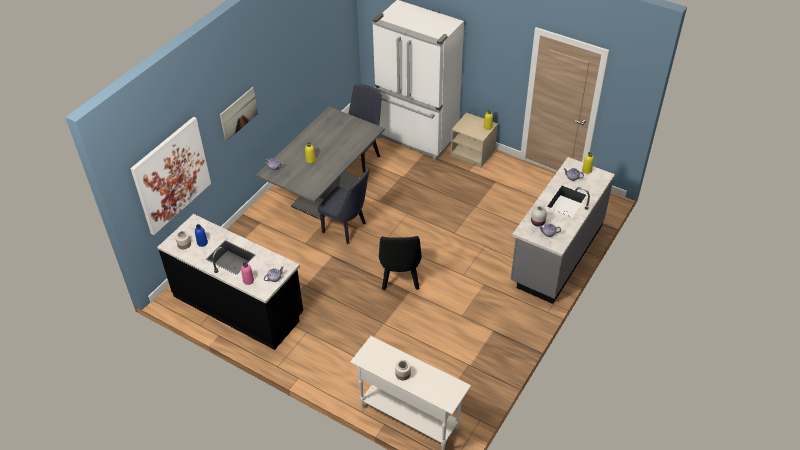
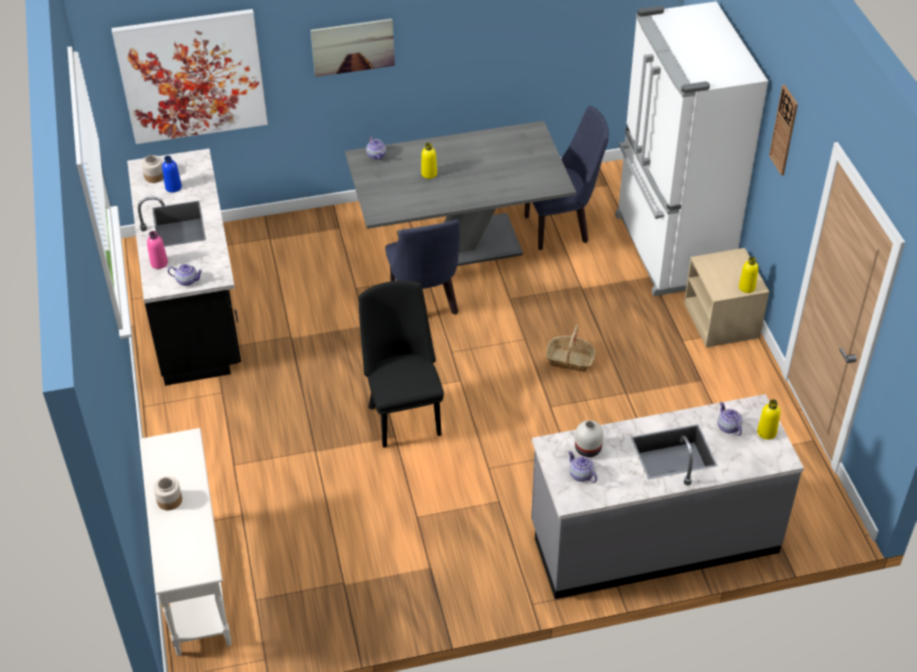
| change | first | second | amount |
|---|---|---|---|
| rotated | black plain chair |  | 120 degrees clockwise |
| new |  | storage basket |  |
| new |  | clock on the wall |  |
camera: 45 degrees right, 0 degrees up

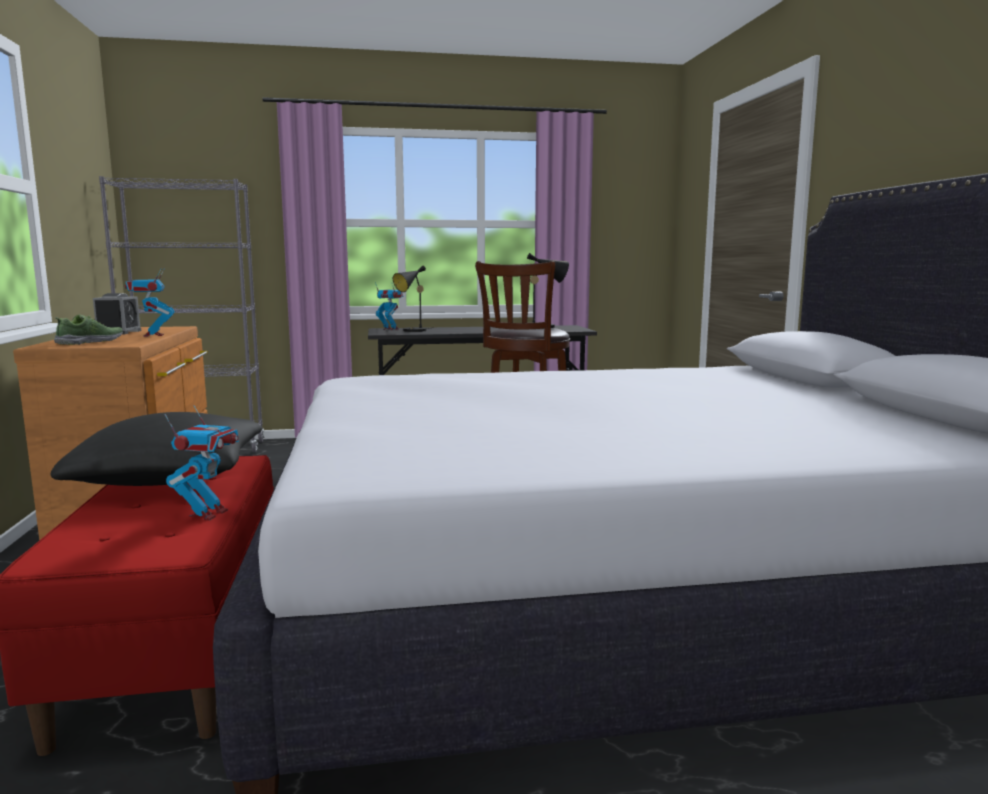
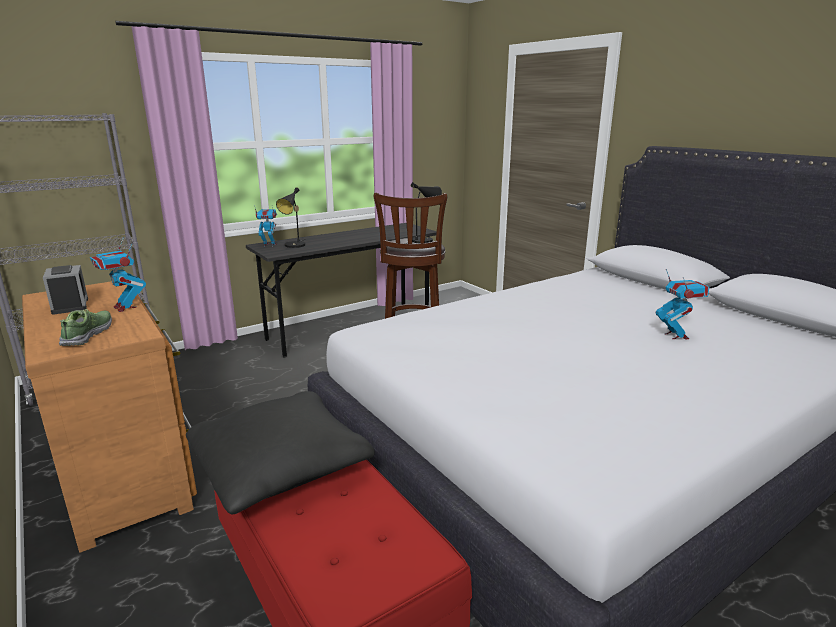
| change | first | second | amount |
|---|---|---|---|
| shifted | toy robot (no. 2 from left in the first image) | toy robot (no. 3 from left) |  |
camera: 25 degrees left, 10 degrees up

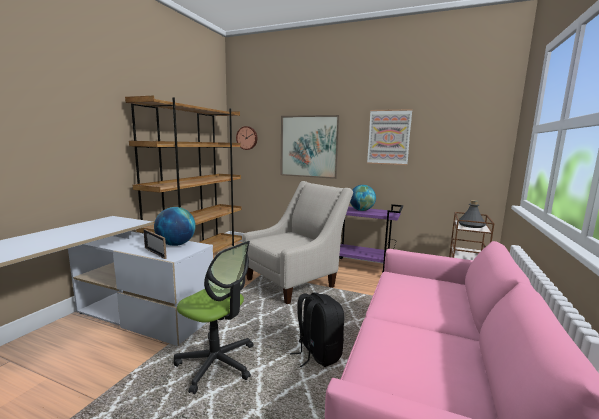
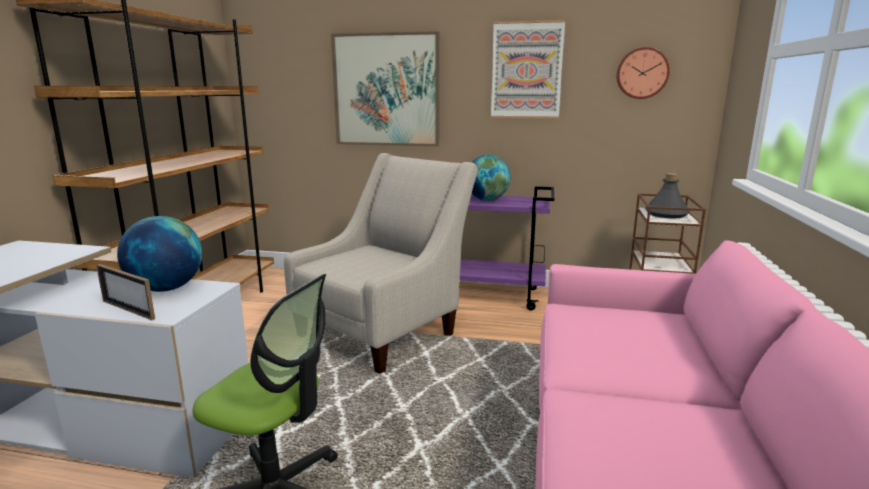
| change | first | second | amount |
|---|---|---|---|
| shifted | clock on the wall |  |  |
| gone | black knapsack |  |  |
camera: 10 degrees left, 5 degrees up

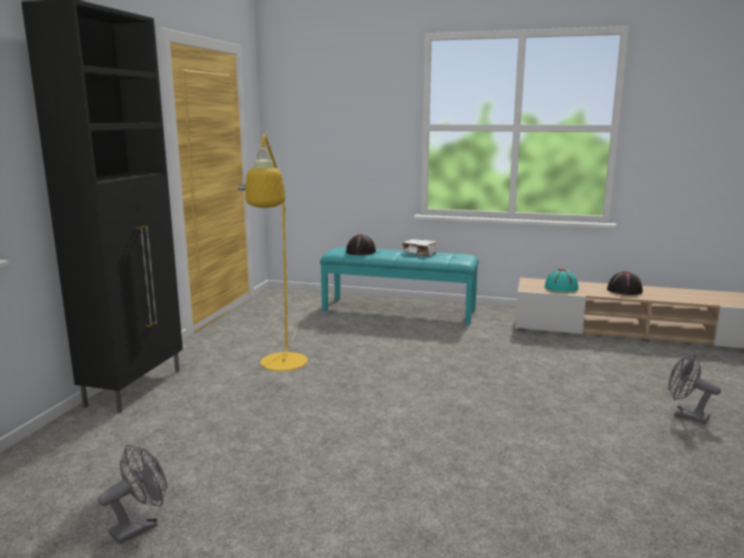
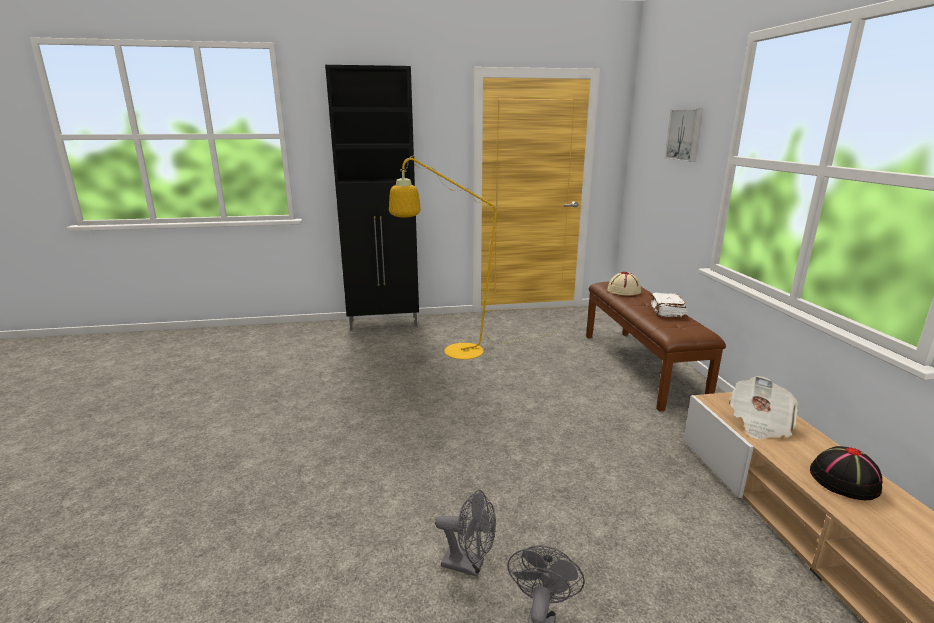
| change | first | second | amount |
|---|---|---|---|
| shifted | grey electric fan (no. 1 from left) |  |  |
| repainted | turquoise indoor bench | brown-coloured indoor bench |  |
| repainted | black clothing hat (no. 1 from left) | sand-coloured clothing hat |  |
| swapped | turquoise clothing hat | newspaper |  |
| new |  | picture |  |
camera: 65 degrees right, 5 degrees up

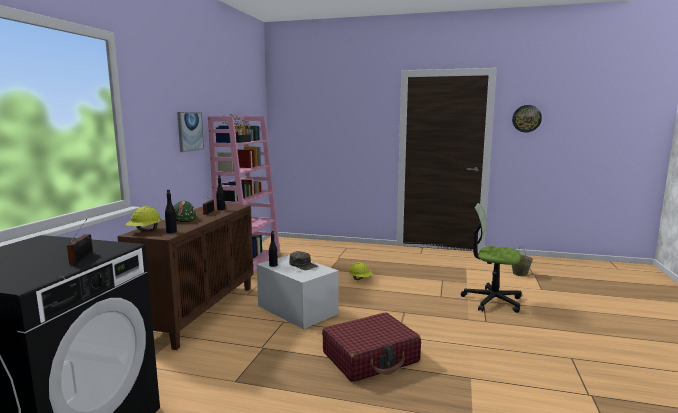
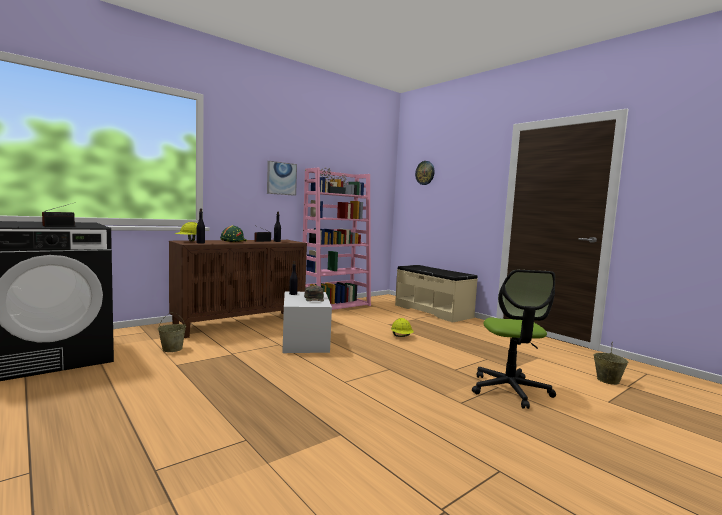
| change | first | second | amount |
|---|---|---|---|
| gone | red-coloured piece of luggage |  |  |
| rotated | computer chair |  | 150 degrees counterclockwise |
| shifted | clock on the wall |  |  |
| new |  | sand-coloured water bucket (no. 1 from left) |  |
| new |  | sand-coloured indoor bench |  |
camera: 35 degrees right, 5 degrees down

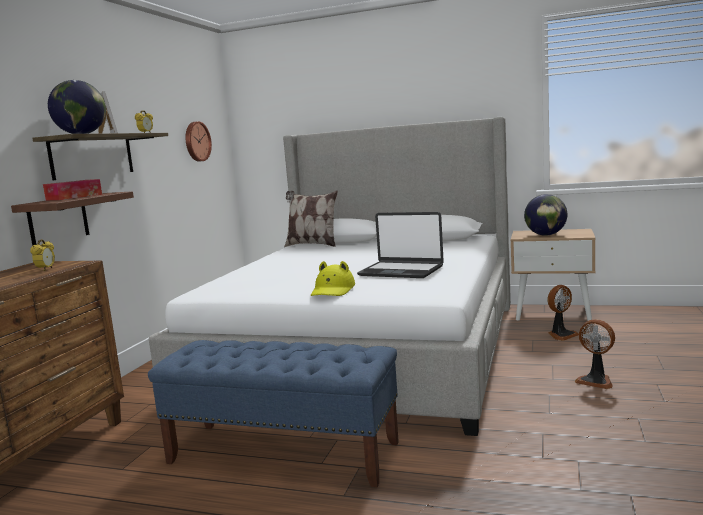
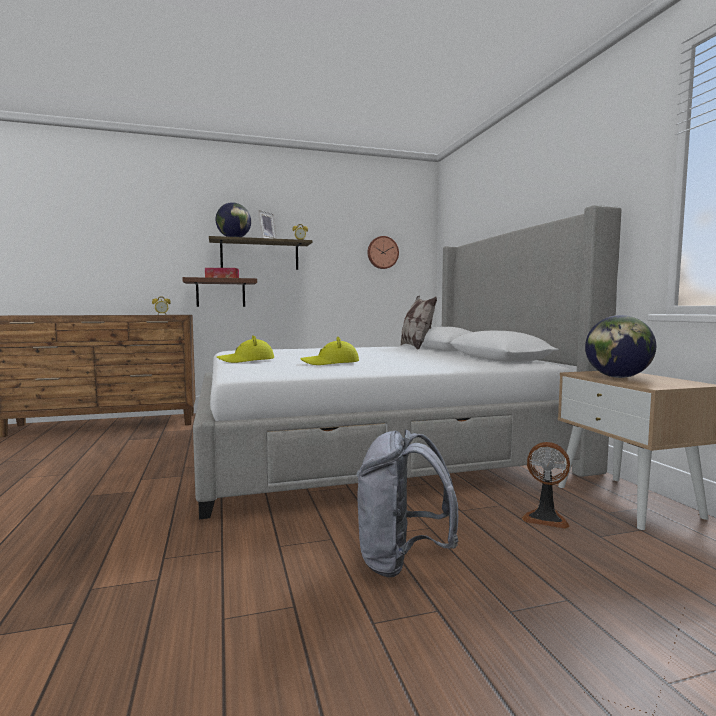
| change | first | second | amount |
|---|---|---|---|
| gone | bluish indoor bench |  |  |
| swapped | portable computer | yellow clothing hat (no. 2 from left) |  |
| swapped | electric fan (no. 2 from left) | grey knapsack |  |
camera: 55 degrees right, 5 degrees down

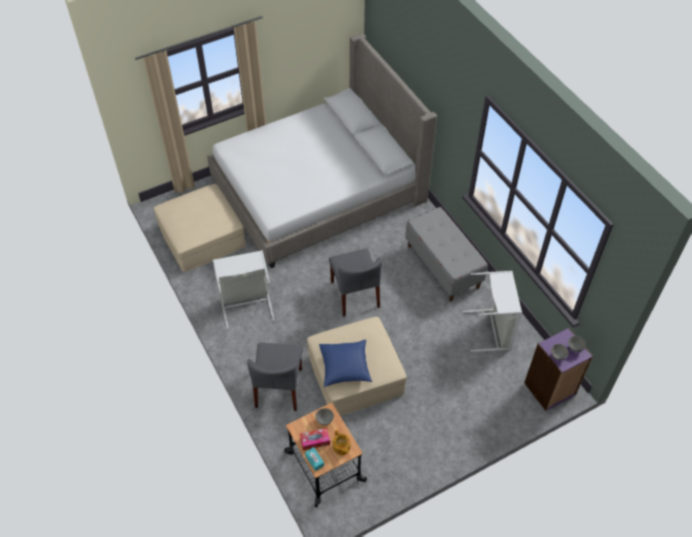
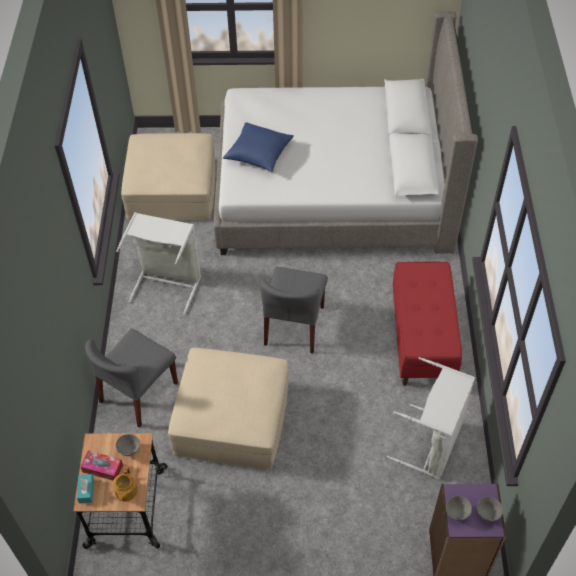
| change | first | second | amount |
|---|---|---|---|
| shifted | bluish cushion |  |  |
| repainted | grey indoor bench | red-coloured indoor bench |  |
camera: 30 degrees right, 0 degrees up

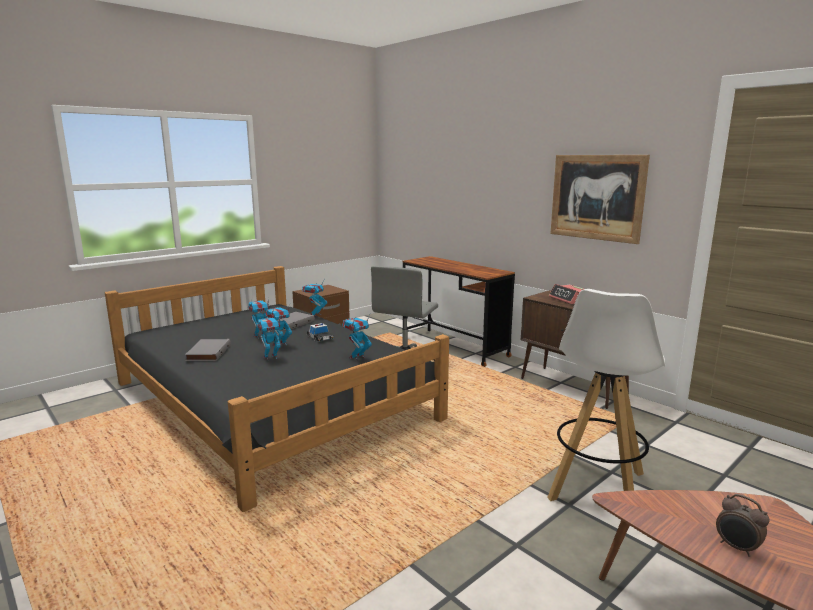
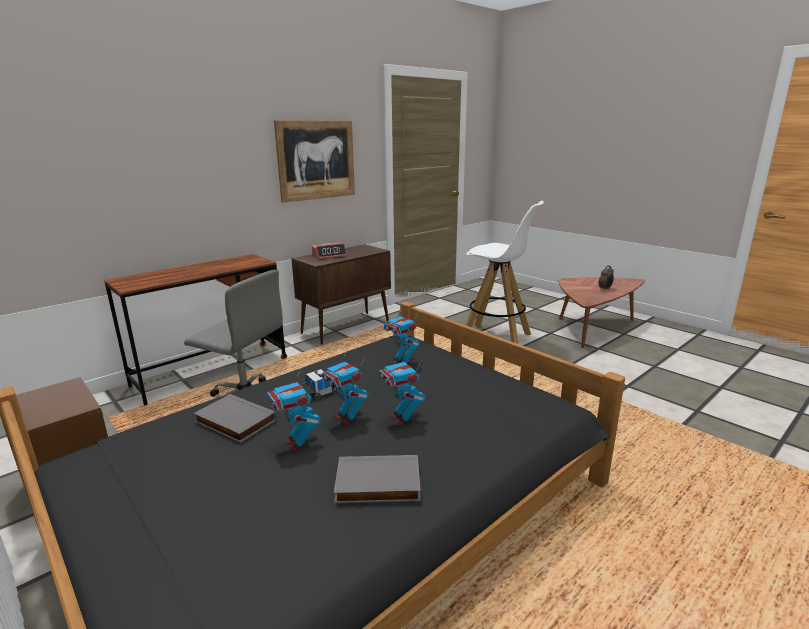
| change | first | second | amount |
|---|---|---|---|
| gone | toy robot (no. 4 from left) |  |  |
camera: 90 degrees left, 5 degrees up

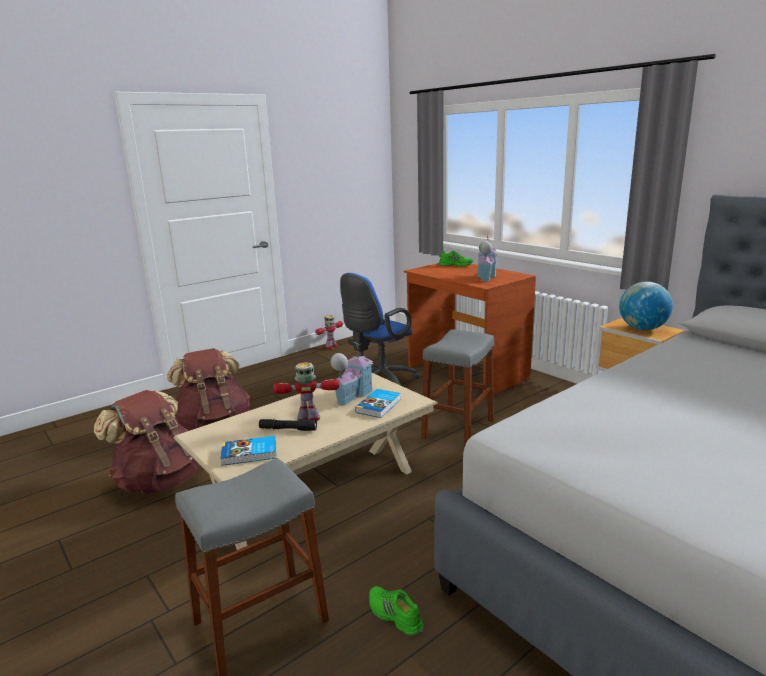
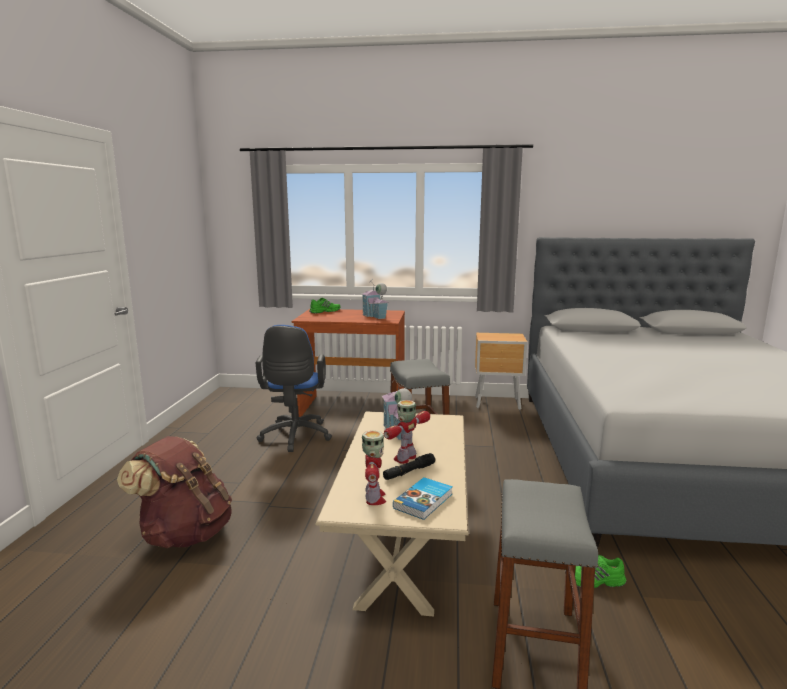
| change | first | second | amount |
|---|---|---|---|
| gone | brown-coloured knapsack (no. 1 from left) |  |  |
| shifted | toy robot (no. 2 from left in the first image) | toy robot (no. 1 from left) |  |
| gone | book (no. 2 from left) |  |  |
| gone | world globe |  |  |
camera: 45 degrees left, 5 degrees down

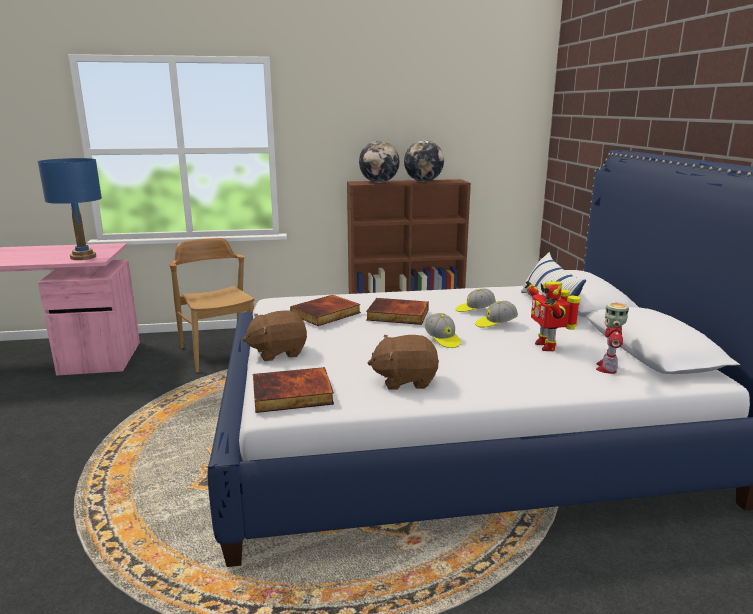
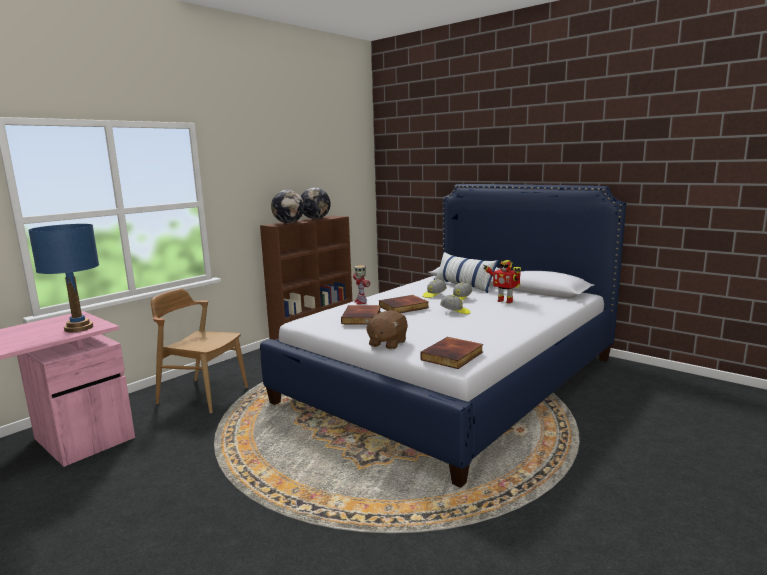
| change | first | second | amount |
|---|---|---|---|
| gone | brown-coloured cuddly toy (no. 2 from left) |  |  |
| shifted | toy robot (no. 2 from left in the first image) | toy robot (no. 1 from left) |  |
camera: 40 degrees left, 5 degrees down

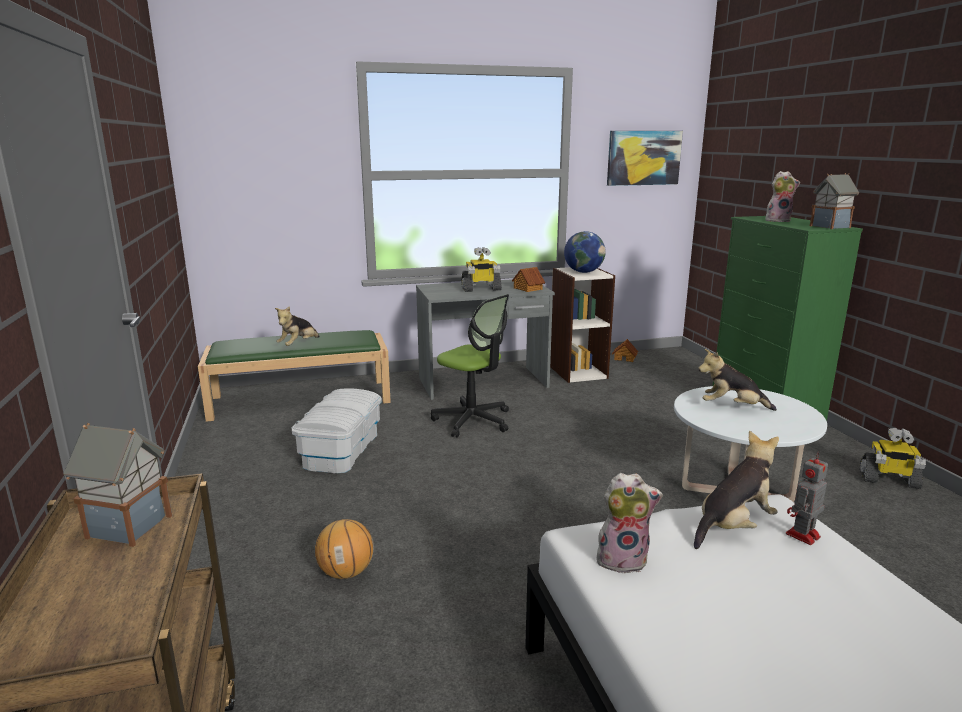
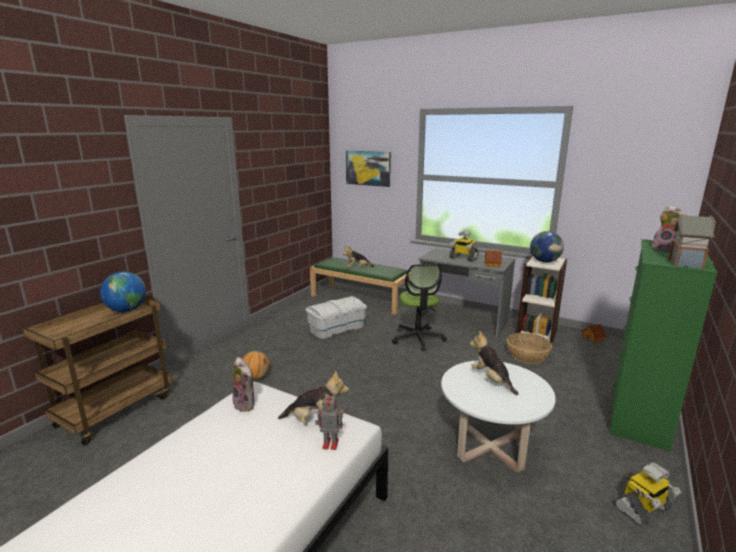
| change | first | second | amount |
|---|---|---|---|
| swapped | toy house (no. 1 from left) | world globe (no. 1 from left) |  |
| shifted | picture |  |  |
| rotated | toy robot (no. 3 from left) |  | 90 degrees counterclockwise |
| new |  | storage basket |  |
camera: 45 degrees right, 0 degrees up

